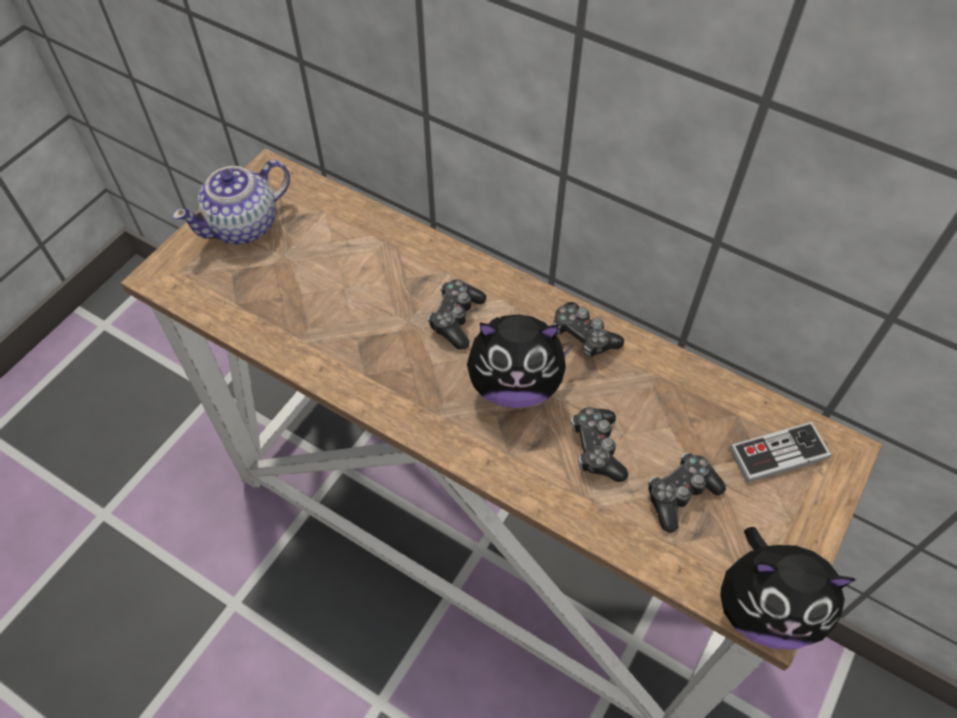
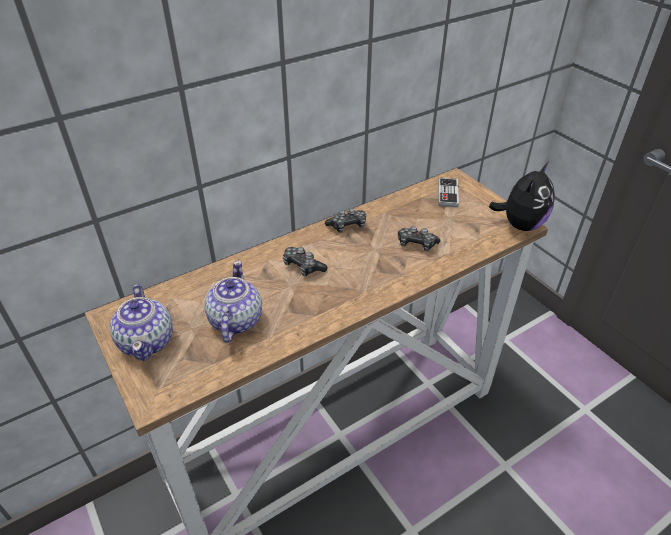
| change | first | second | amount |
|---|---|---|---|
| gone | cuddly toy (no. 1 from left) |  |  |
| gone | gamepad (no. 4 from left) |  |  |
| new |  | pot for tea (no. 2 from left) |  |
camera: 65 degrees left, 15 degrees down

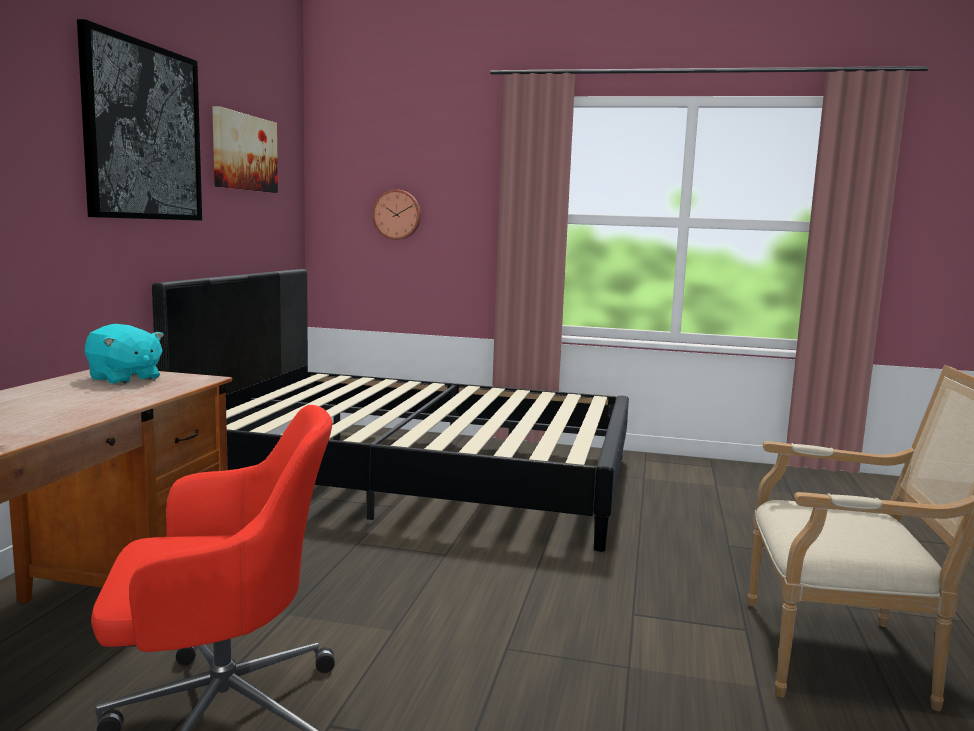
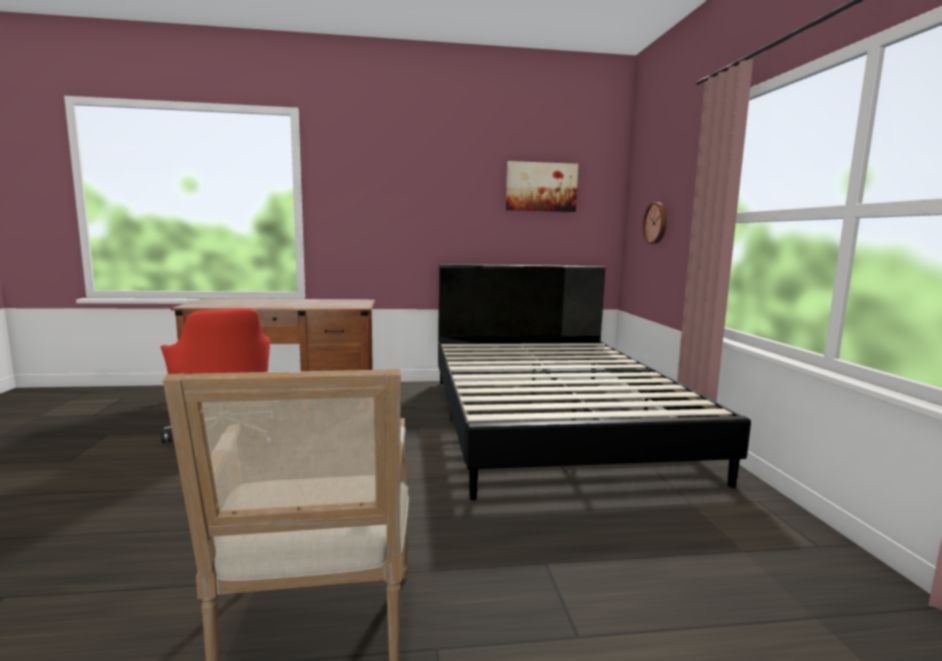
| change | first | second | amount |
|---|---|---|---|
| gone | picture (no. 1 from left) |  |  |
| gone | turquoise cuddly toy |  |  |
camera: 70 degrees right, 0 degrees up

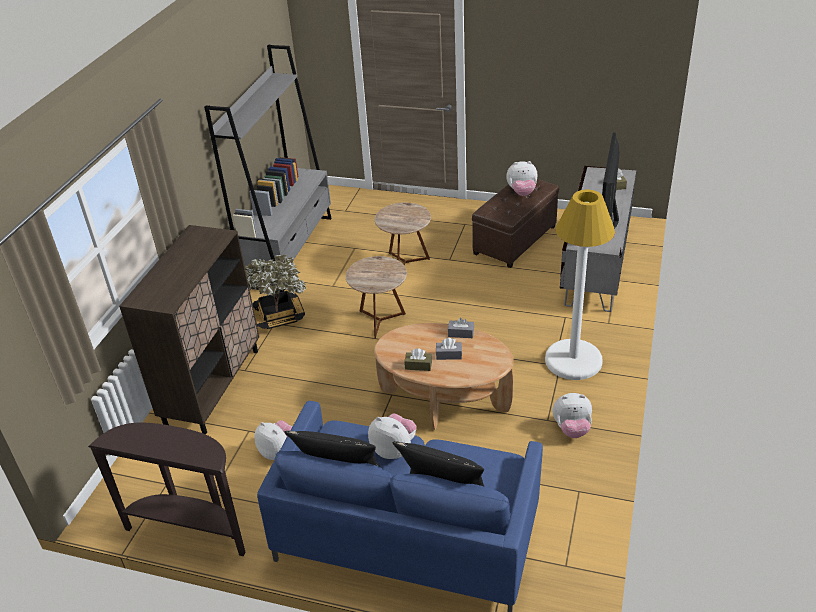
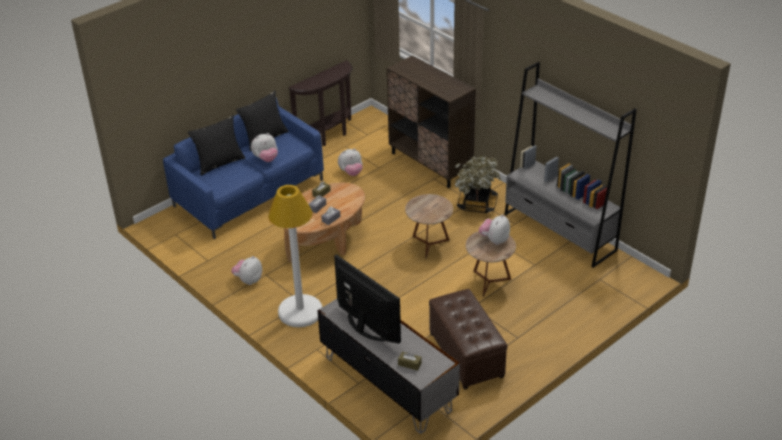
| change | first | second | amount |
|---|---|---|---|
| shifted | cuddly toy (no. 3 from left in the first image) | cuddly toy (no. 4 from left) |  |
camera: 120 degrees right, 0 degrees up

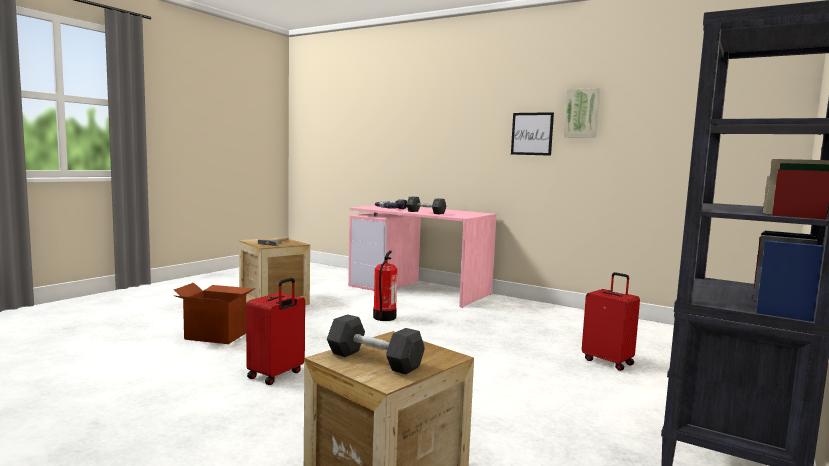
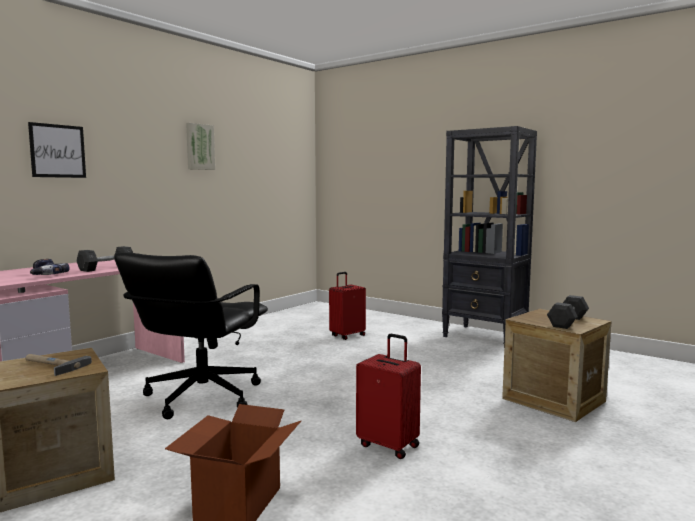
| change | first | second | amount |
|---|---|---|---|
| swapped | extinguisher | black computer chair |  |
| shifted | picture (no. 1 from left) |  |  |
camera: 85 degrees left, 0 degrees up

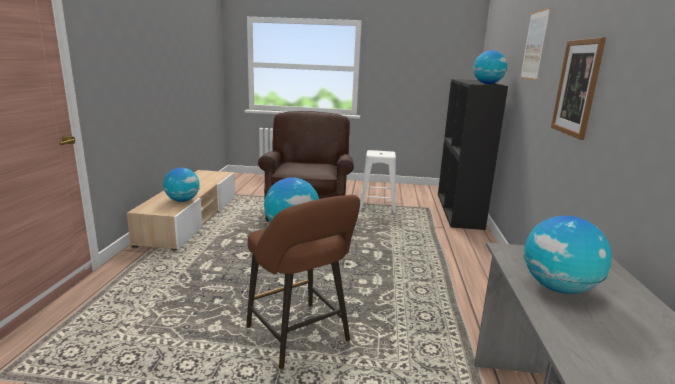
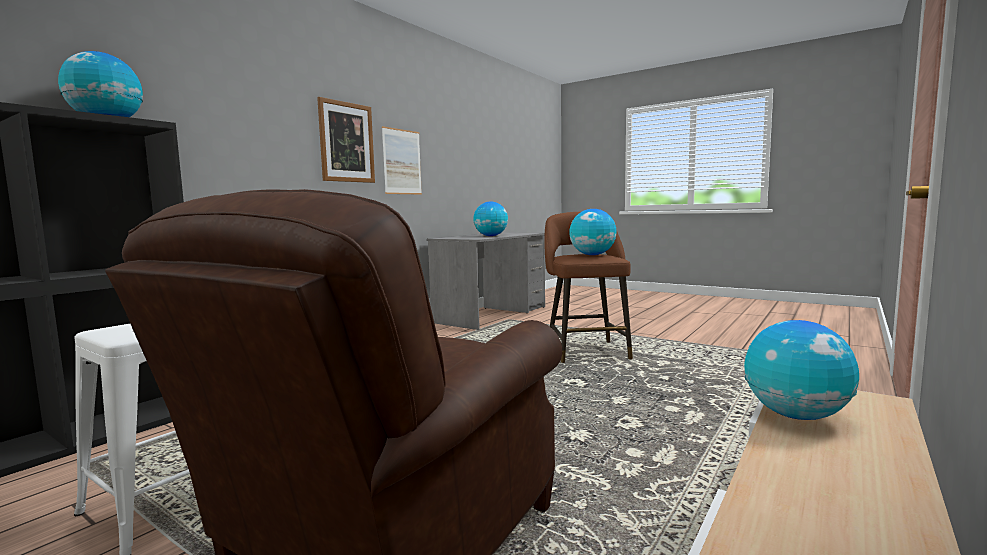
| change | first | second | amount |
|---|---|---|---|
| shifted | picture (no. 1 from left in the first image) | picture (no. 2 from left) |  |
camera: 150 degrees left, 10 degrees down

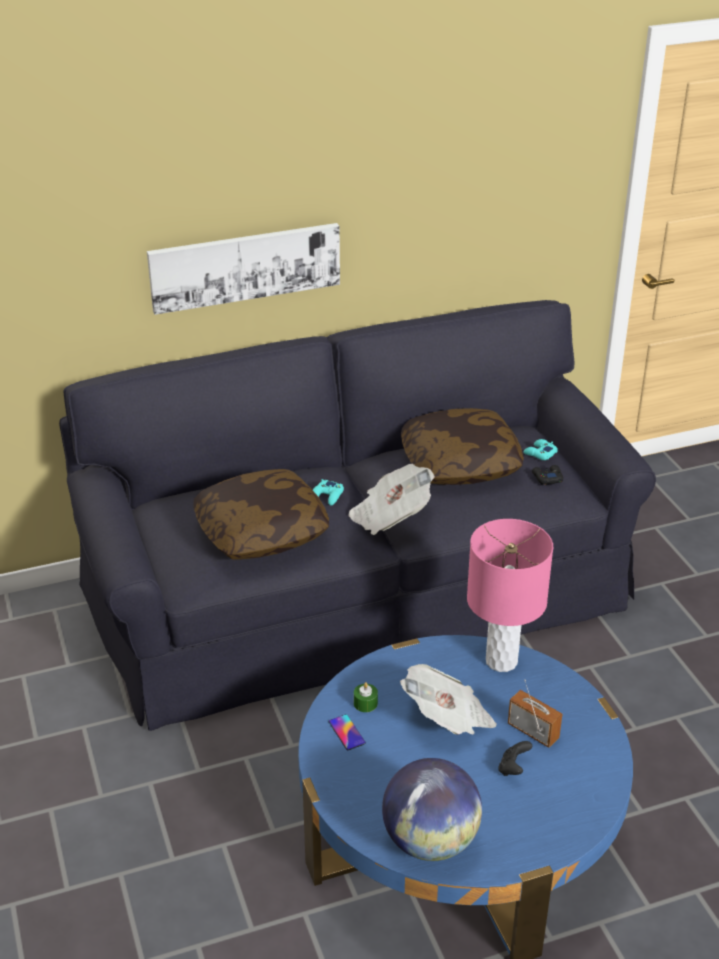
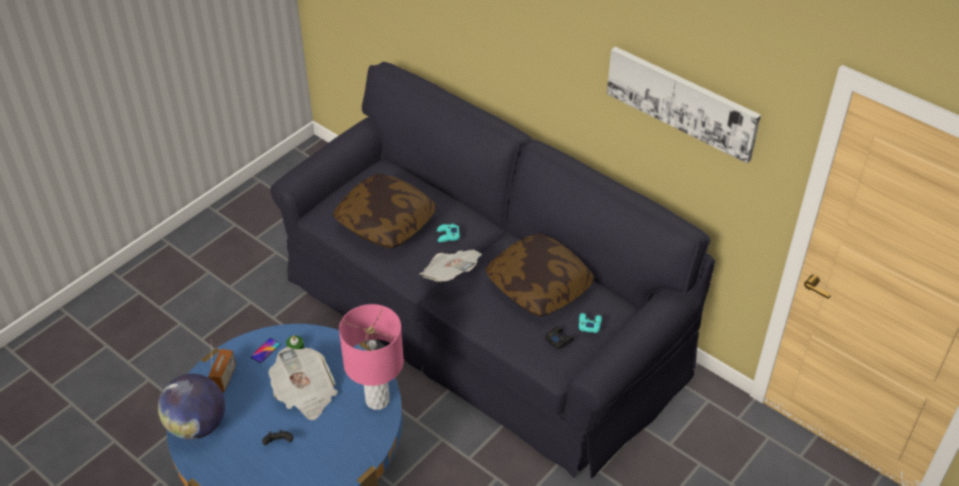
| change | first | second | amount |
|---|---|---|---|
| shifted | picture |  |  |
| shifted | radio receiver |  |  |
camera: 60 degrees right, 10 degrees up

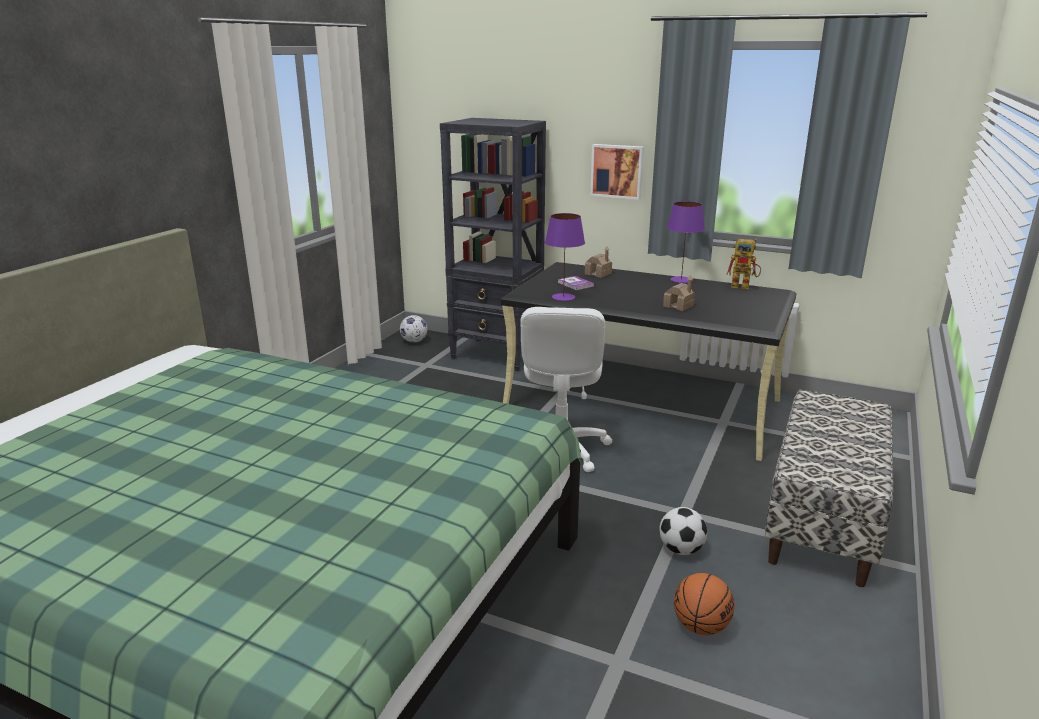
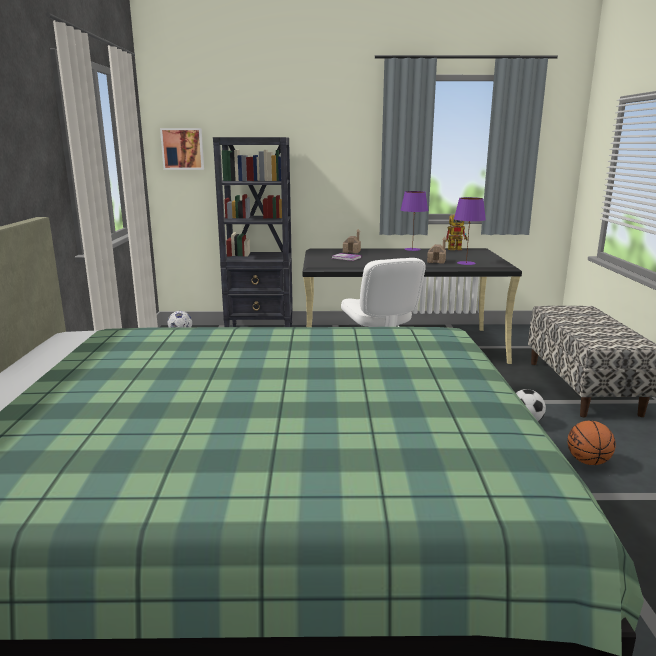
| change | first | second | amount |
|---|---|---|---|
| shifted | purple tabletop lamp (no. 1 from left in the first image) | purple tabletop lamp (no. 2 from left) |  |
| shifted | picture |  |  |
camera: 25 degrees left, 5 degrees down

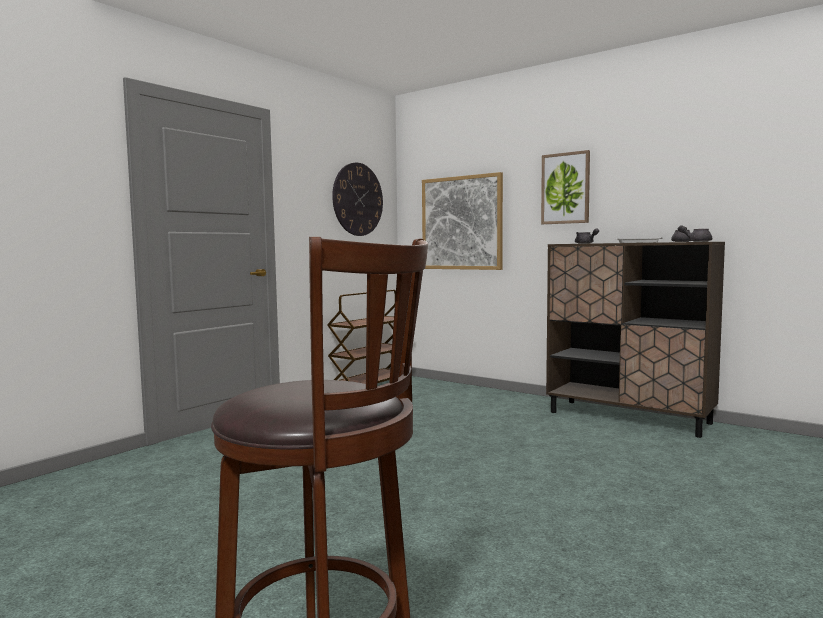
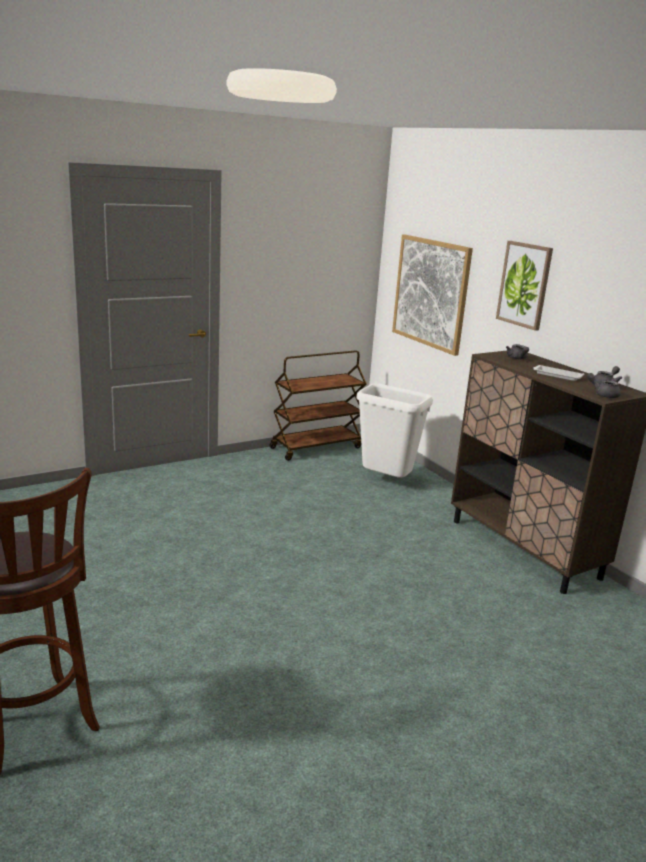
| change | first | second | amount |
|---|---|---|---|
| gone | clock on the wall |  |  |
| new |  | white-coloured rubbish bin |  |
camera: 20 degrees right, 15 degrees up

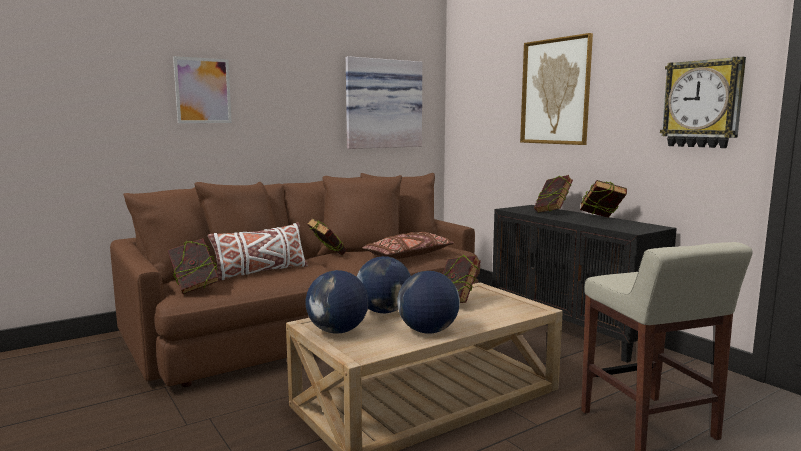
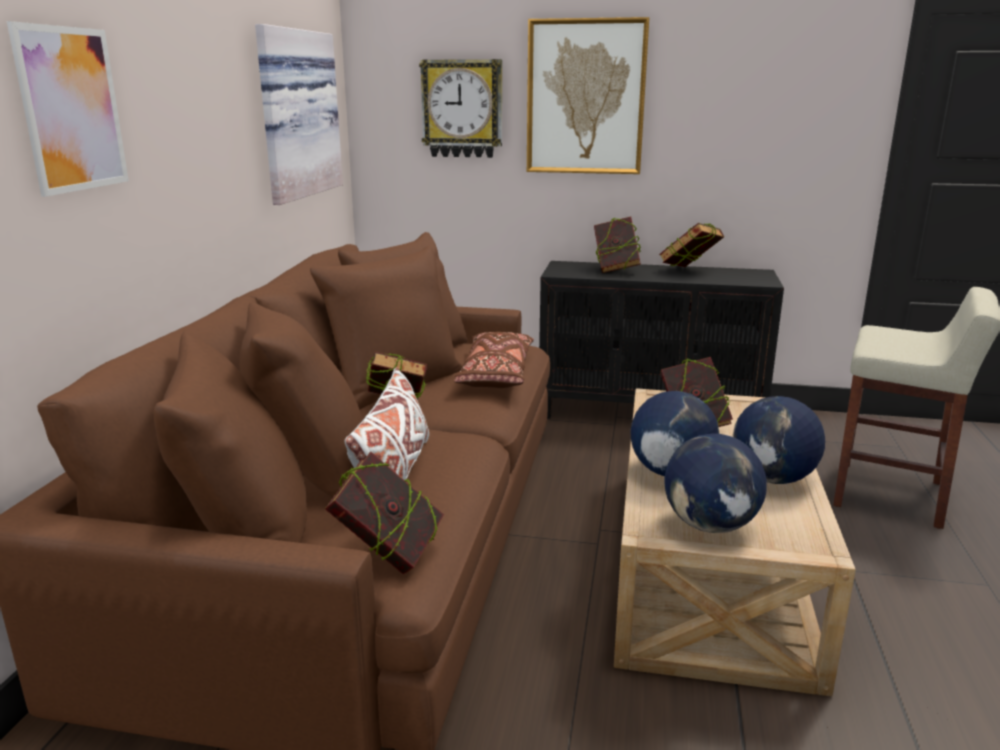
| change | first | second | amount |
|---|---|---|---|
| shifted | clock on the wall |  |  |
camera: 45 degrees left, 10 degrees up

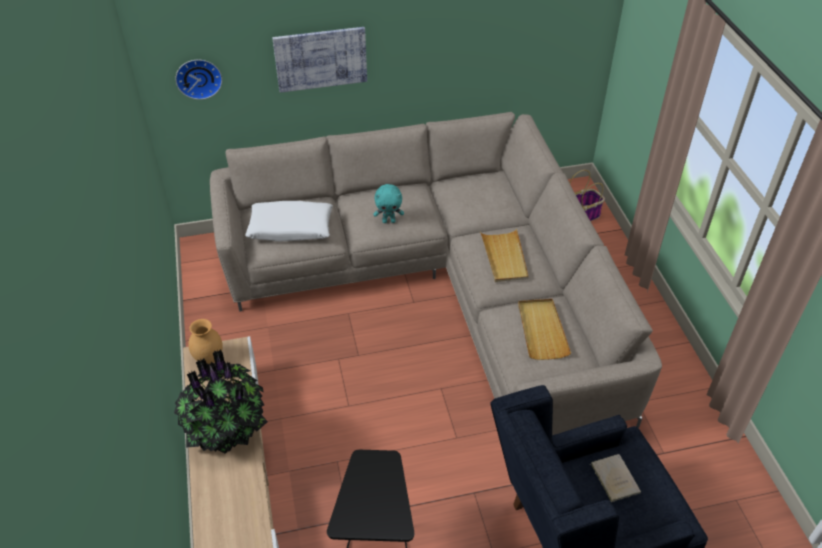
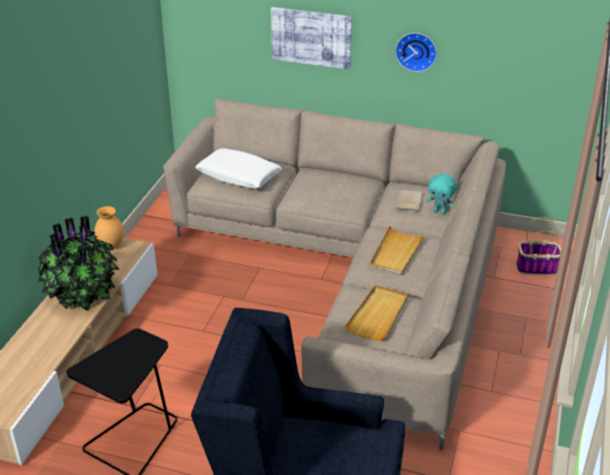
| change | first | second | amount |
|---|---|---|---|
| shifted | clock on the wall |  |  |
| shifted | turquoise cuddly toy |  |  |
| shifted | sand-coloured book |  |  |
camera: 30 degrees right, 10 degrees down

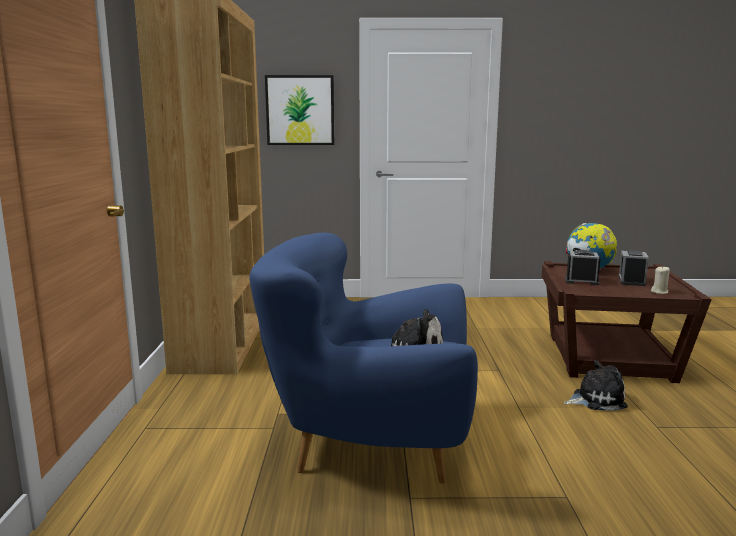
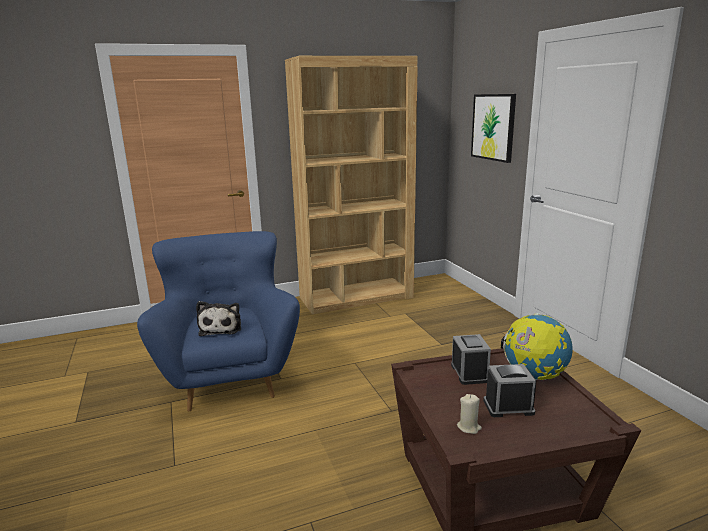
| change | first | second | amount |
|---|---|---|---|
| gone | cuddly toy (no. 2 from left) |  |  |
camera: 70 degrees right, 5 degrees up

